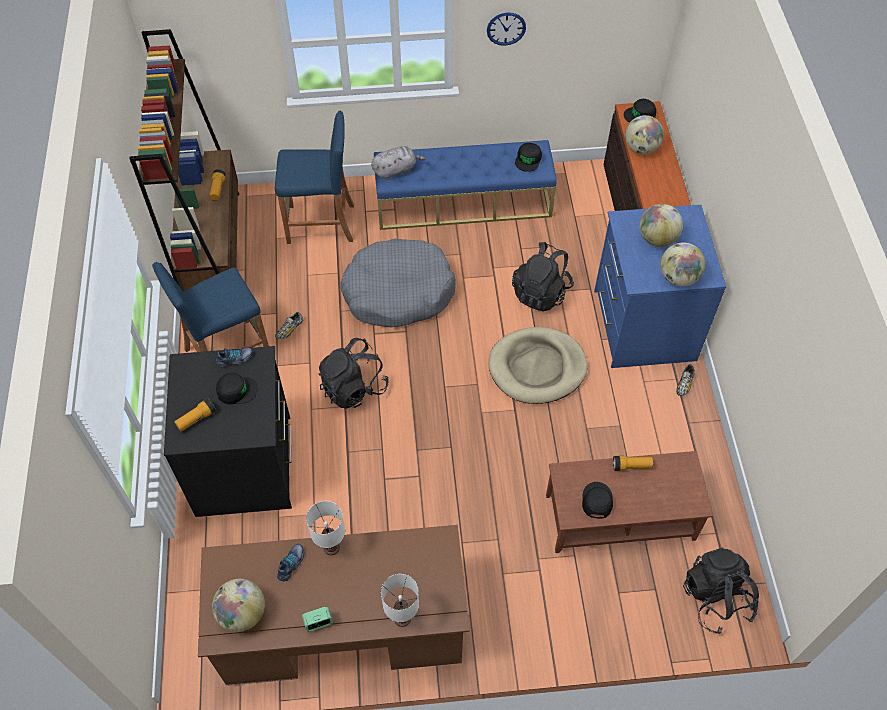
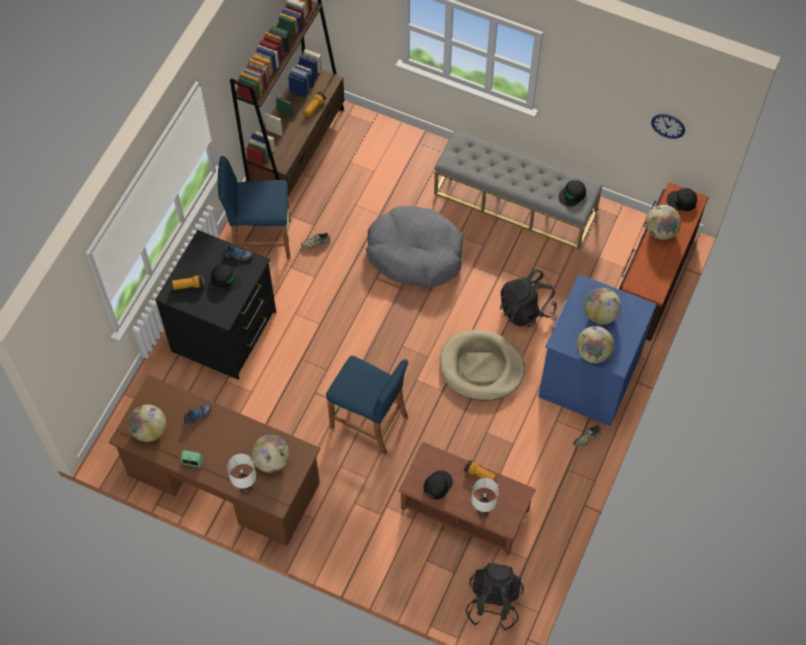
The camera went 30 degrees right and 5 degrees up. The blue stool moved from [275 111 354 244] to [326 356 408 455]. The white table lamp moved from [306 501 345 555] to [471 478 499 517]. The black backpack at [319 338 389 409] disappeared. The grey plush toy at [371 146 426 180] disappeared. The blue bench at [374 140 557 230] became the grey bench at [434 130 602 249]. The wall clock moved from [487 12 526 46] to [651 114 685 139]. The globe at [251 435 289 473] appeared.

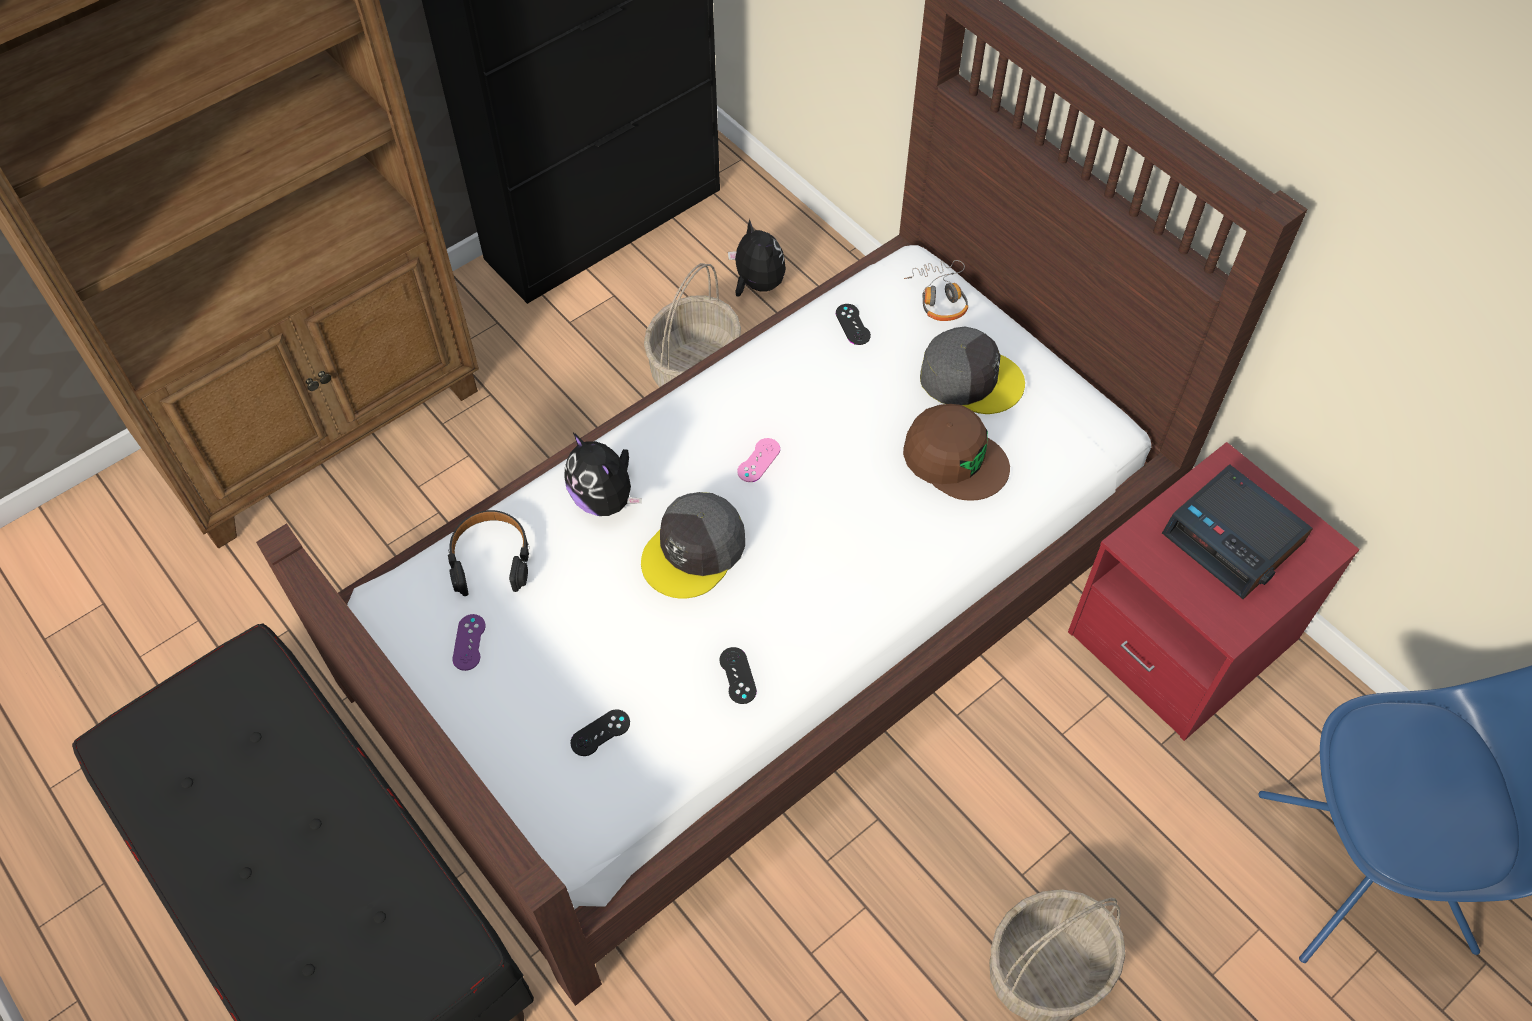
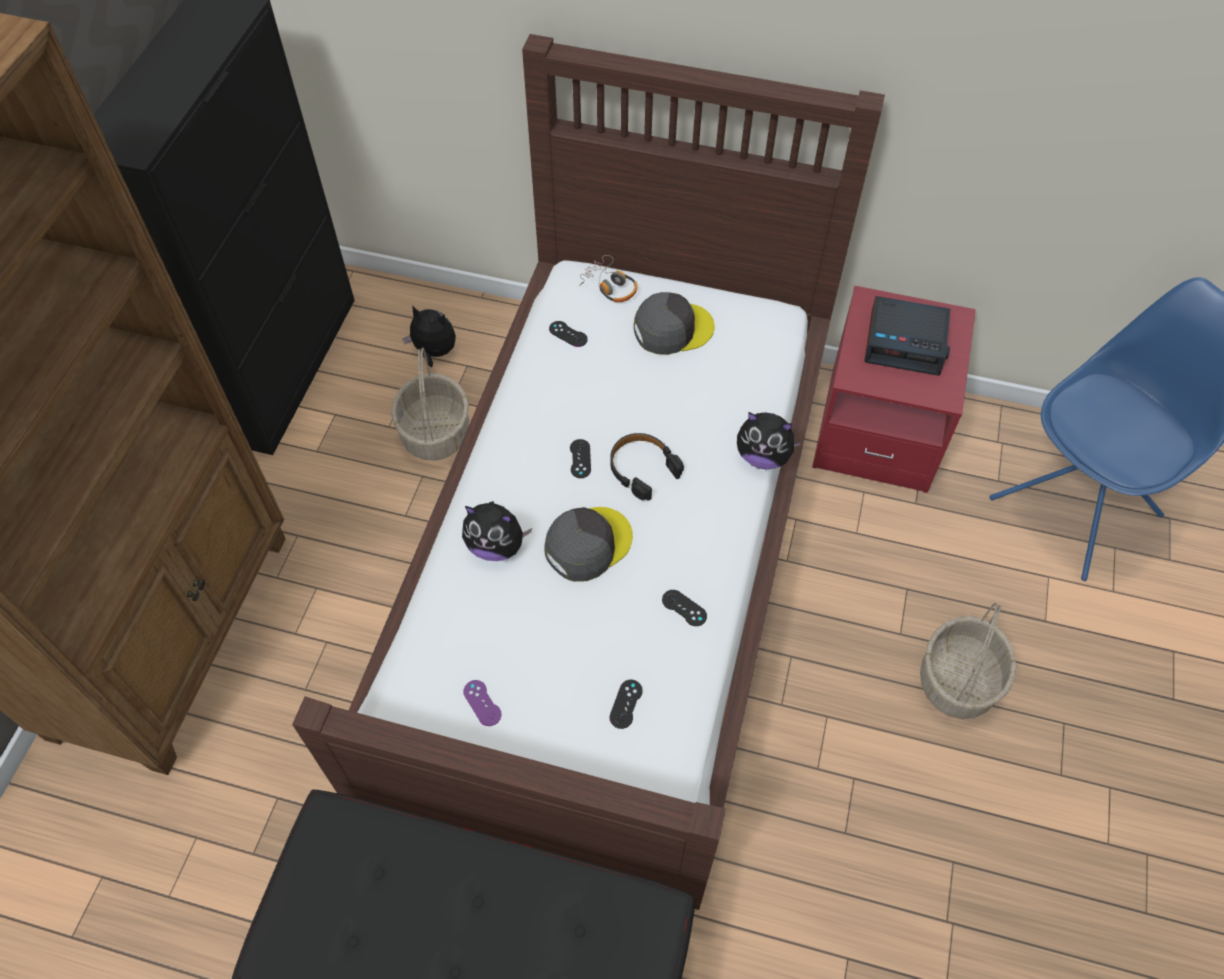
The camera went 35 degrees left and 0 degrees up. The black headphones moved from [448 510 529 596] to [610 433 684 501]. The grey cap at [641 492 745 599] turned 135 degrees counterclockwise. The pink game controller at [737 438 780 482] became the black game controller at [570 439 591 478]. The brown cap at [903 404 1010 501] disappeared. The plush toy at [737 412 802 470] appeared.

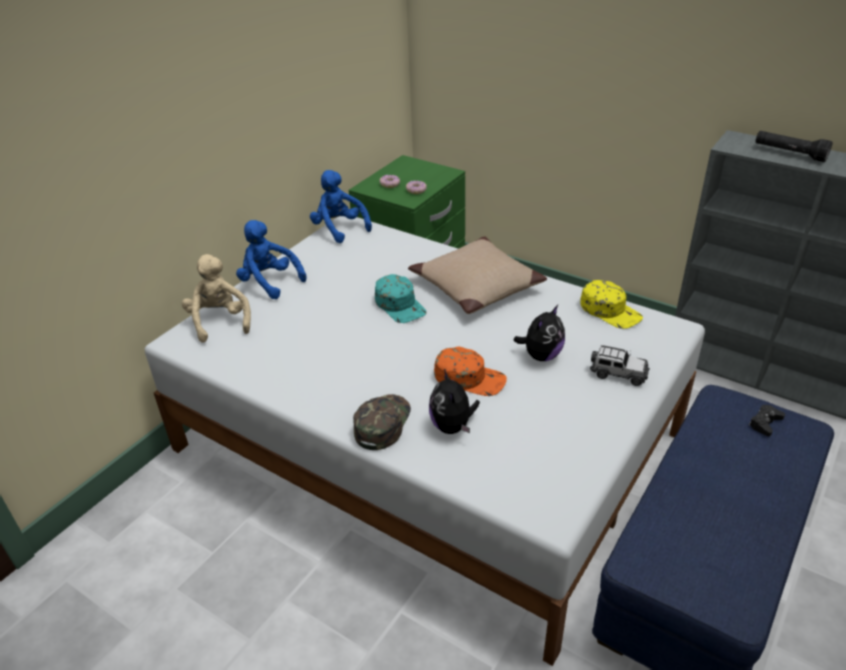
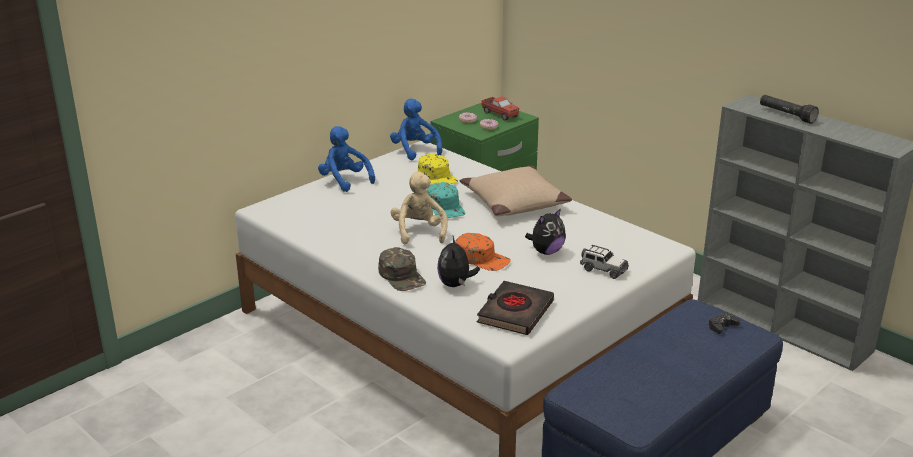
The camera went 10 degrees right and 10 degrees down. The beige plush toy moved from [182 254 251 343] to [391 172 448 244]. The green cap at [353 394 411 450] turned 120 degrees clockwise. The yellow cap moved from [580 280 643 329] to [418 153 458 184]. The black book at [477 281 554 335] appeared. The toy truck at [482 96 519 121] appeared.

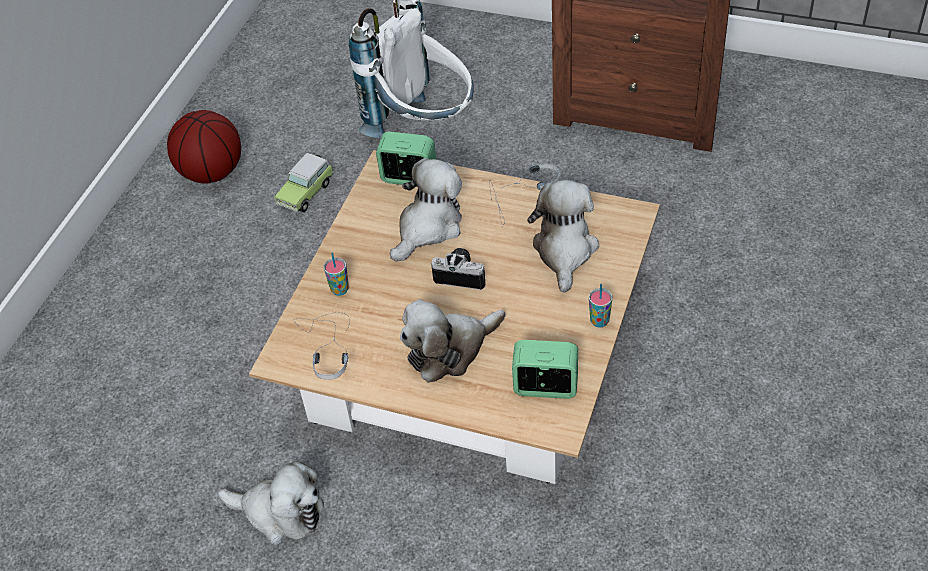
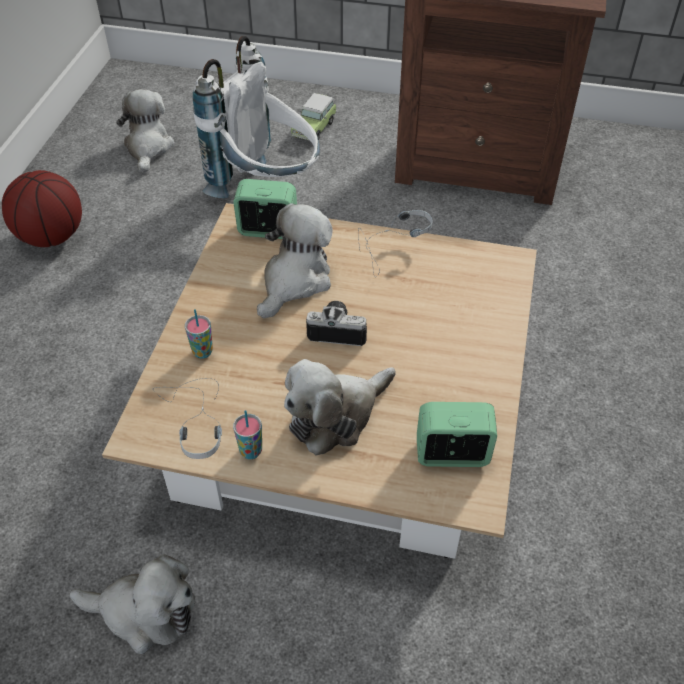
The camera went 10 degrees left and 0 degrees up. The toy car moved from [274 153 334 212] to [291 93 337 141]. The plush toy moved from [527 180 599 293] to [116 89 175 173]. The cup moved from [589 284 612 328] to [233 410 262 459].

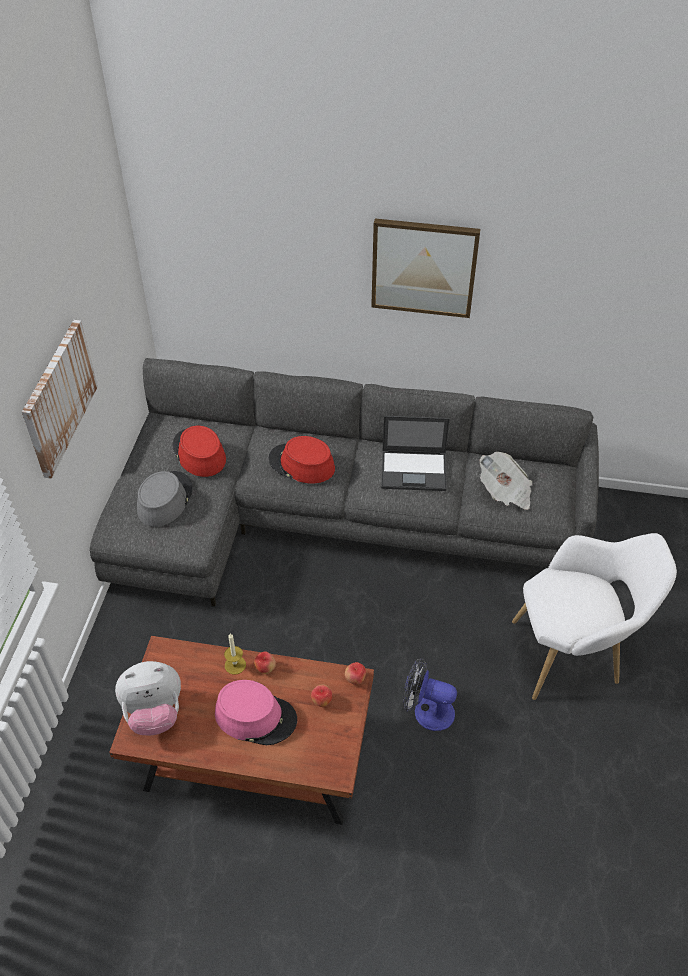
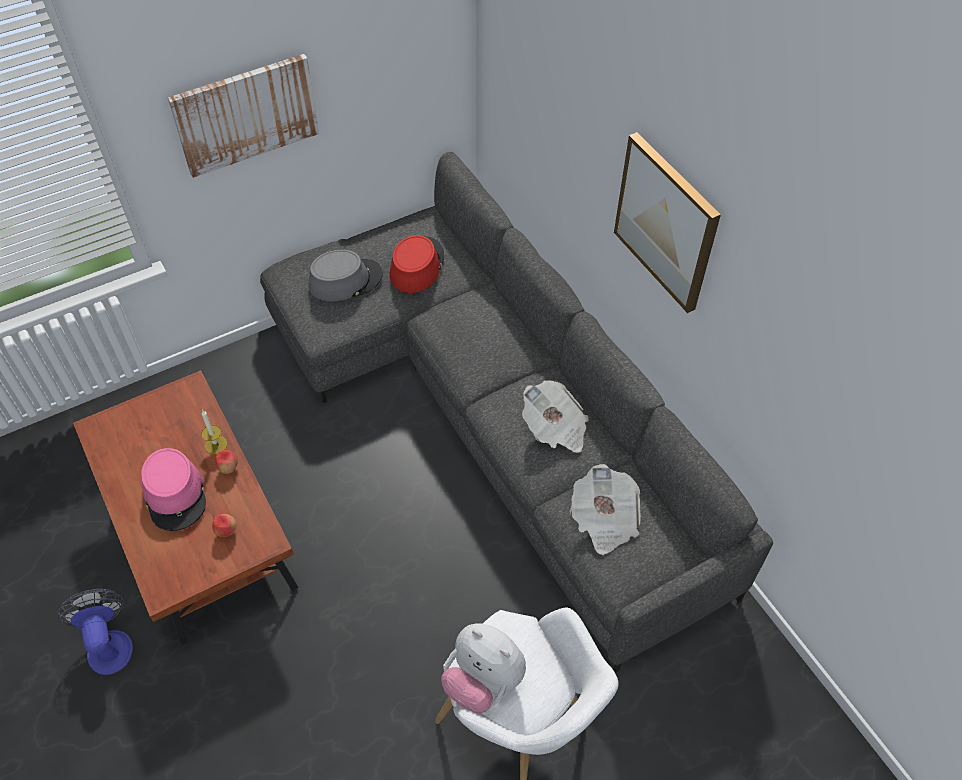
The camera went 50 degrees right and 5 degrees up. The plush toy moved from [115 661 181 735] to [441 623 526 714]. The red hat at [269 436 335 483] disappeared. The apple at [345 662 366 685] disappeared. The laptop at [381 416 450 491] was replaced by the newspaper at [522 380 589 453]. The fan moved from [403 658 457 731] to [57 589 133 675].

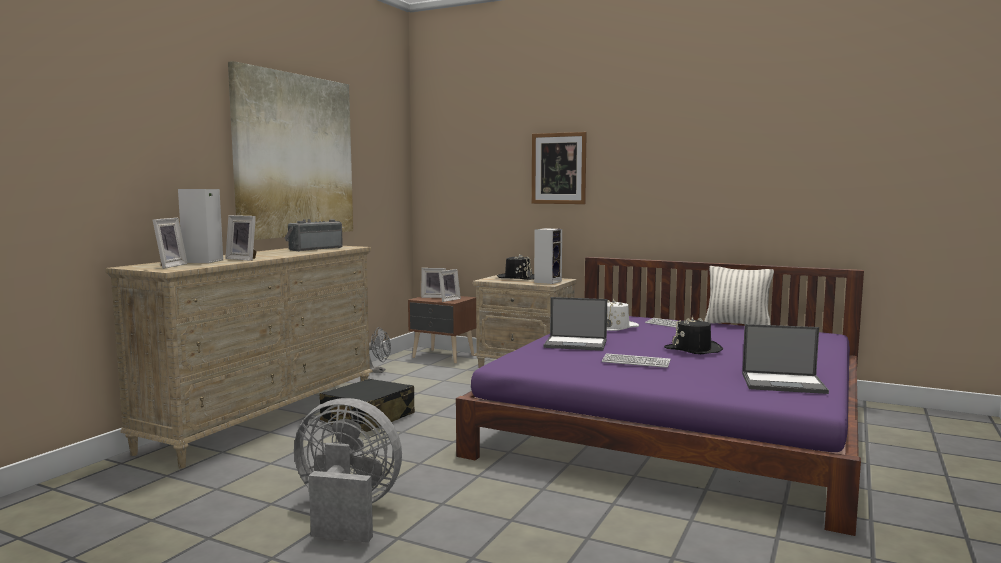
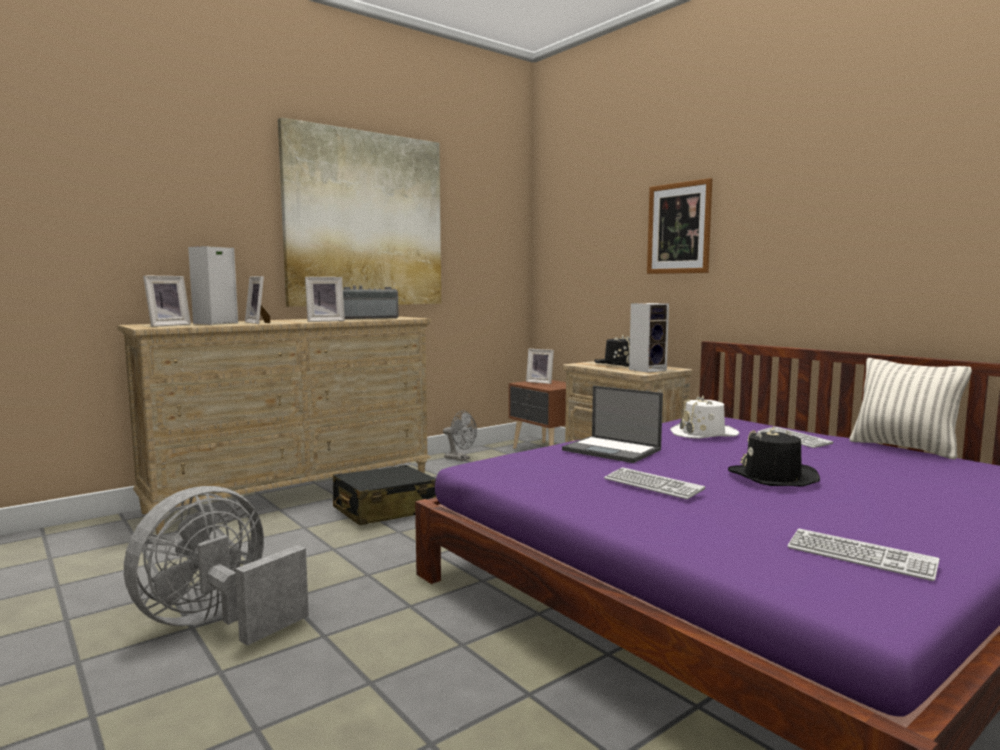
The camera went 25 degrees right and 0 degrees up. The grey fan at [294 398 402 543] turned 90 degrees counterclockwise. The picture frame moved from [439 269 461 302] to [305 277 345 322]. The laptop at [742 324 829 394] was replaced by the keyboard at [787 528 940 581].

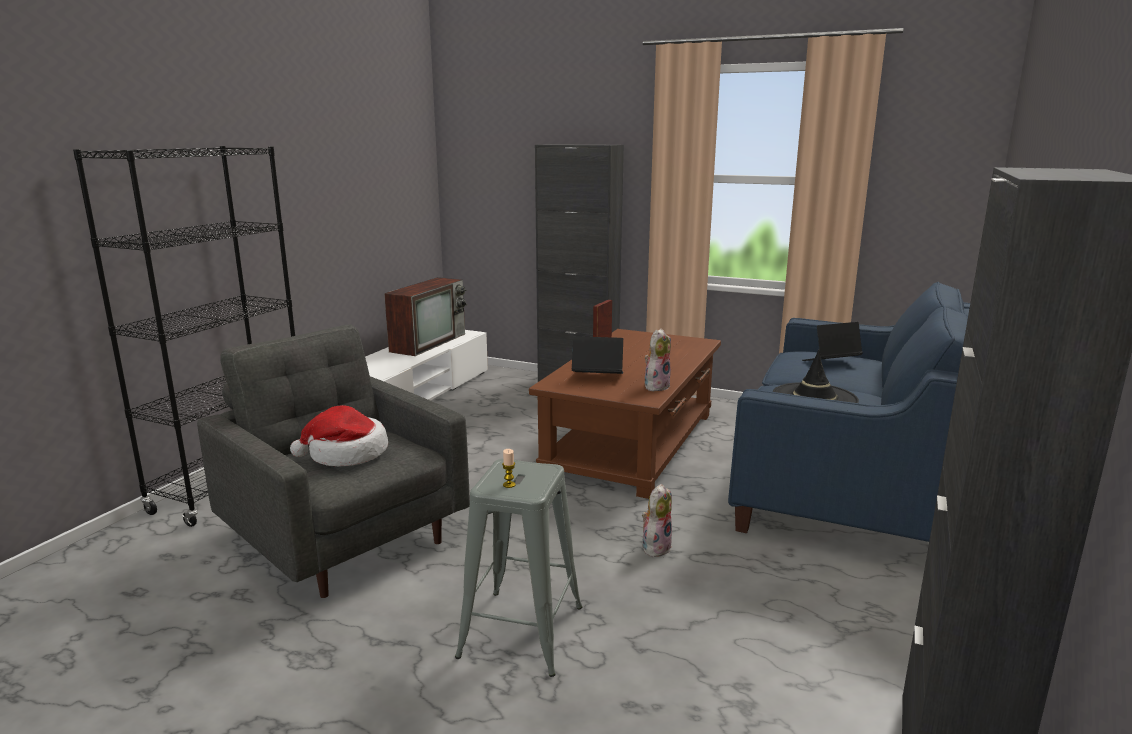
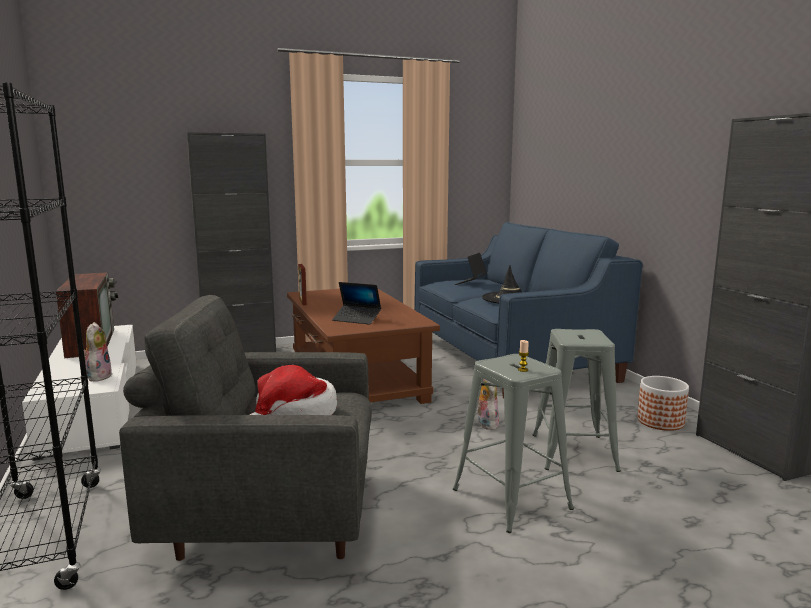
The camera went 45 degrees left and 5 degrees down. The laptop at [572 336 623 374] turned 120 degrees counterclockwise. The plush toy moved from [645 328 671 391] to [84 322 112 382]. The grey stool at [533 329 621 472] appeared. The planter at [637 376 689 431] appeared.

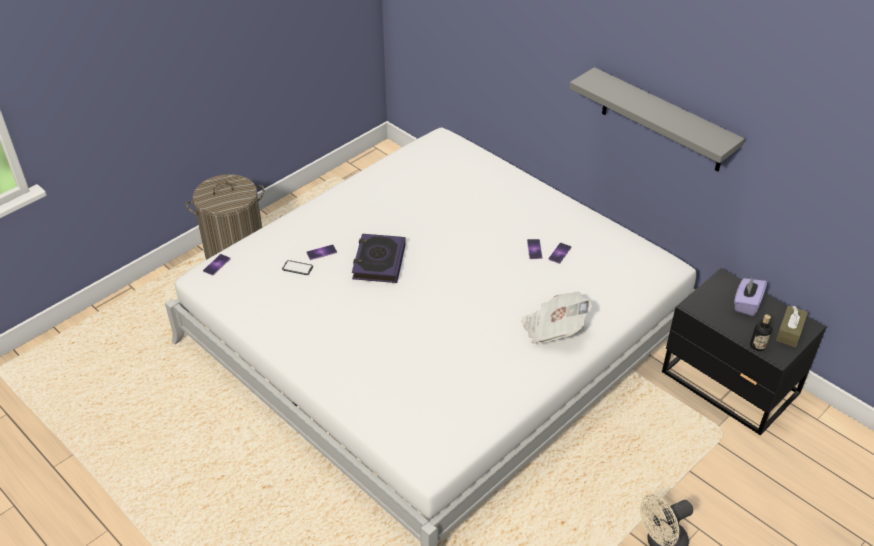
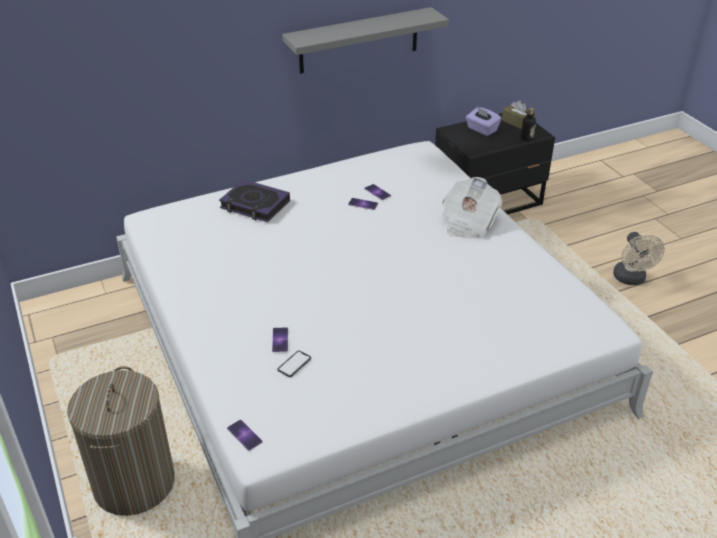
The camera went 70 degrees left and 5 degrees down. The book moved from [352 234 406 283] to [219 179 290 222].

